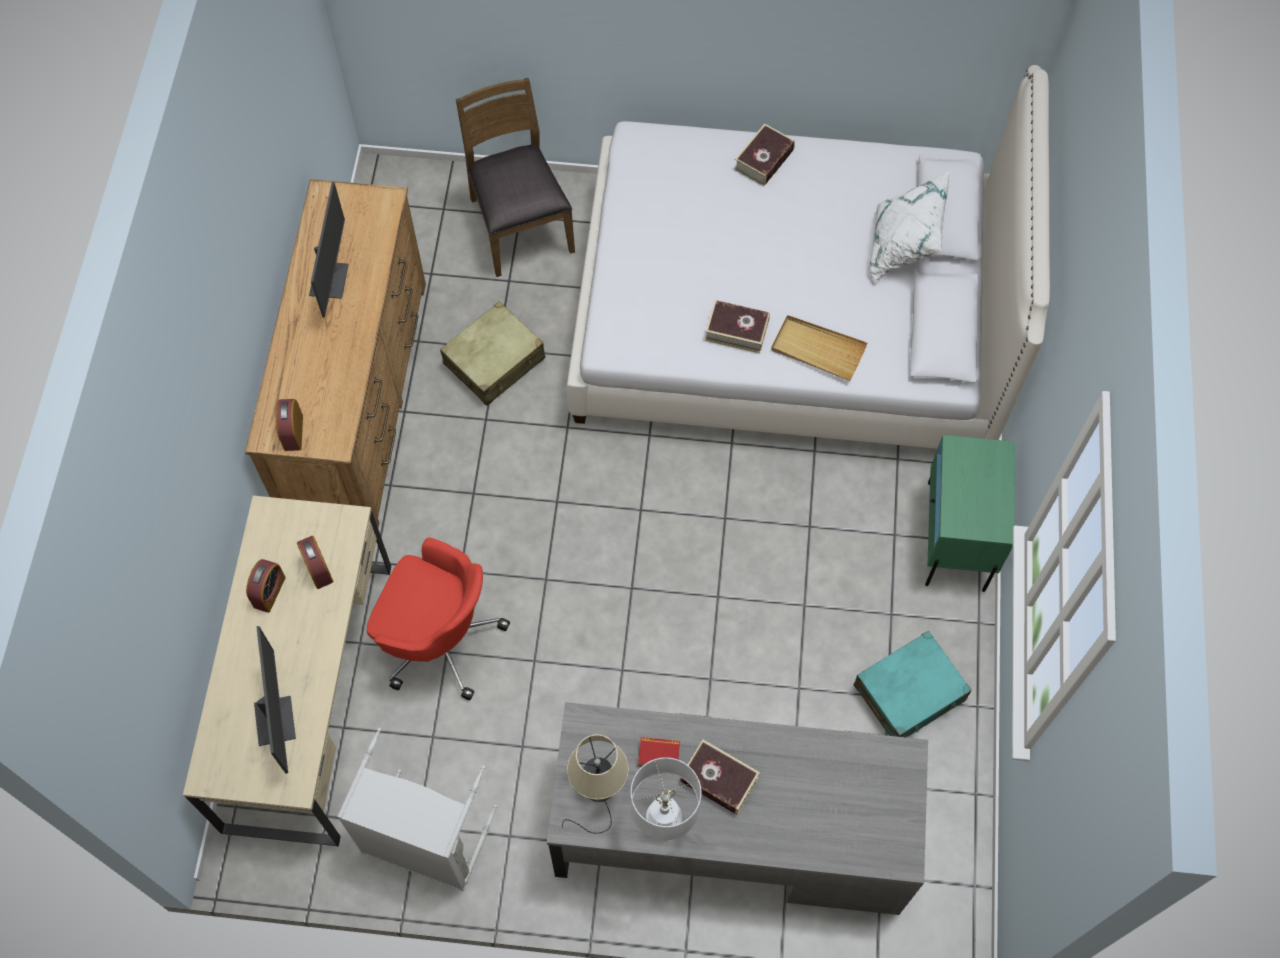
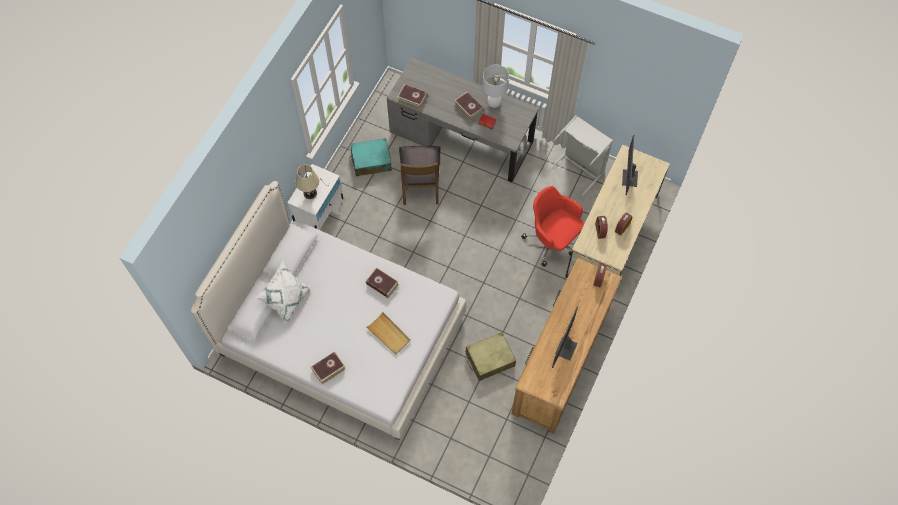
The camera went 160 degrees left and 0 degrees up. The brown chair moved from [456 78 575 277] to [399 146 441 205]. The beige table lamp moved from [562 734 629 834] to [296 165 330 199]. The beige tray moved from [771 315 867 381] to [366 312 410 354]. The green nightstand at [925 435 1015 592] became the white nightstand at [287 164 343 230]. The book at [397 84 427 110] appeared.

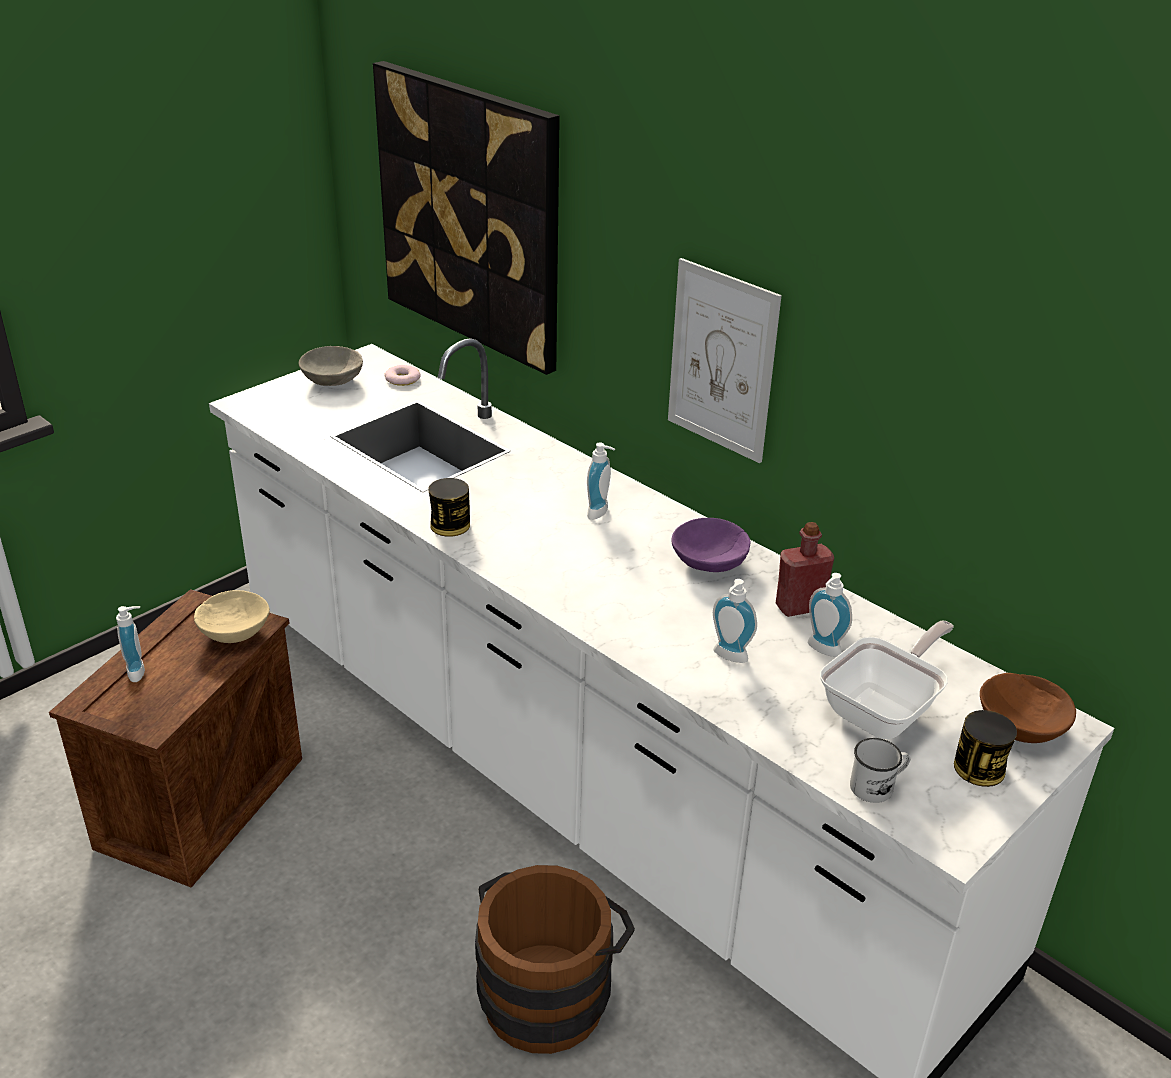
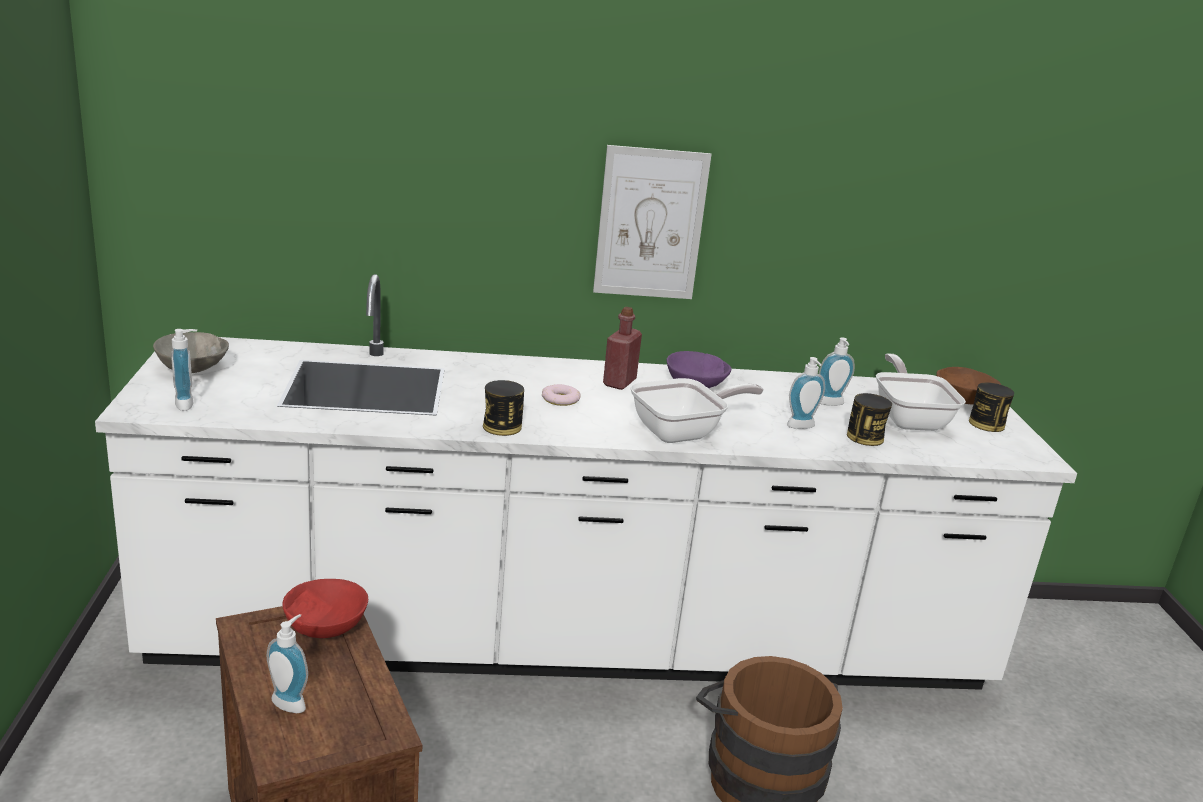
The camera went 50 degrees left and 10 degrees down. The beige bowl at [194 590 270 643] became the red bowl at [283 579 368 638]. The picture at [373 61 560 375] disappeared. The donut moved from [384 365 421 386] to [542 384 581 406]. The soap dispenser moved from [587 442 615 520] to [171 329 197 411]. The red bottle moved from [776 522 834 617] to [603 307 642 390]. The white mug at [850 738 910 803] disappeared. The frying pan at [630 378 764 443] appeared. The can at [847 393 892 446] appeared.

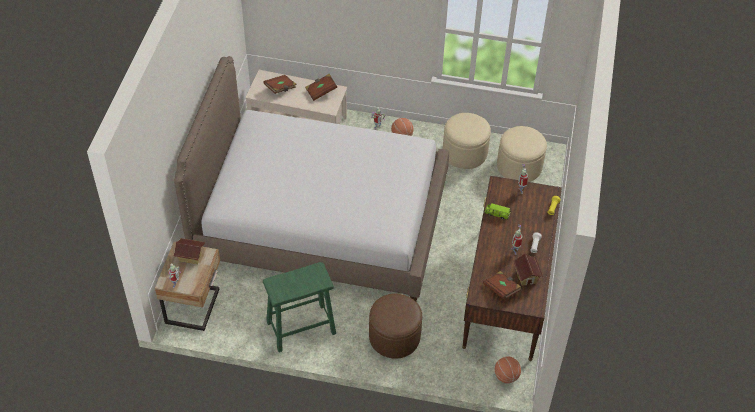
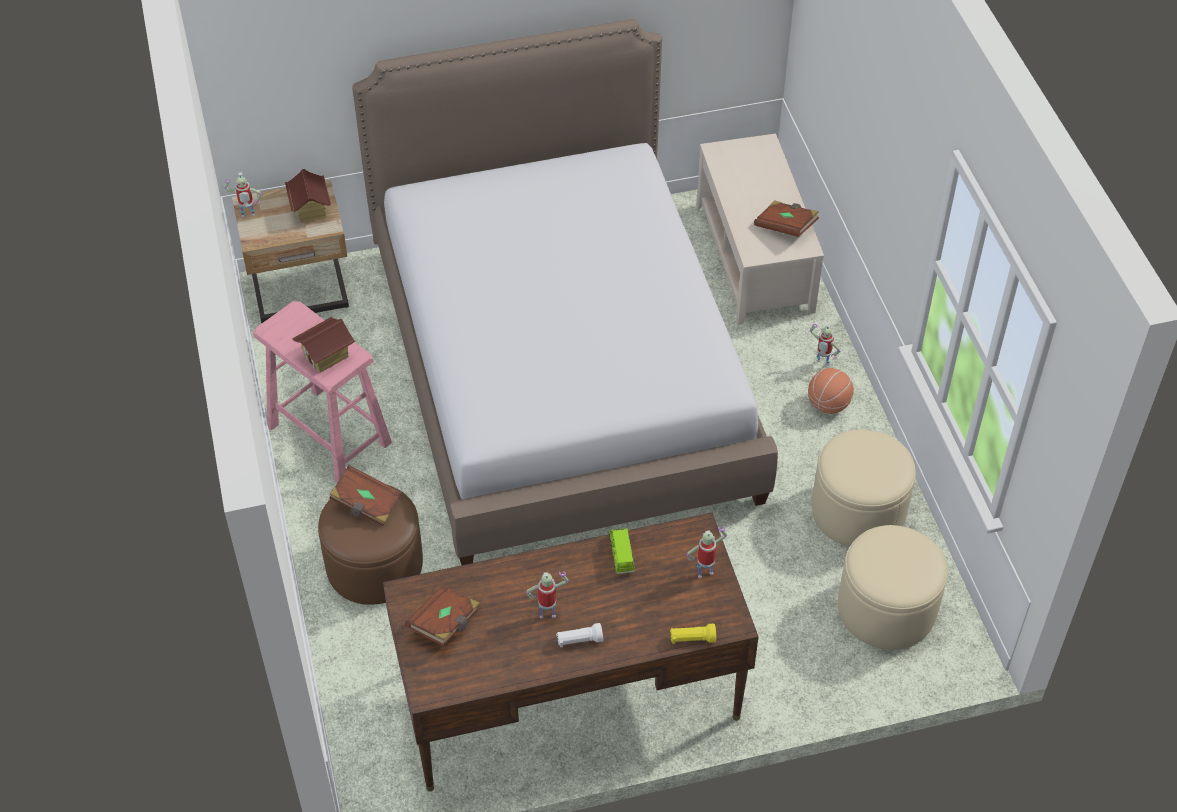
The camera went 65 degrees right and 0 degrees up. The brown book moved from [263 75 296 94] to [329 465 402 526]. The green stool at [263 262 336 352] became the pink stool at [253 301 392 483]. The basketball at [495 356 521 383] disappeared. The toy house moved from [513 254 543 286] to [292 317 356 373].

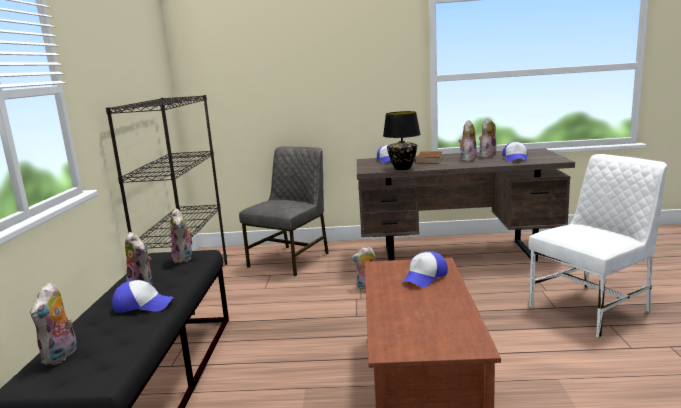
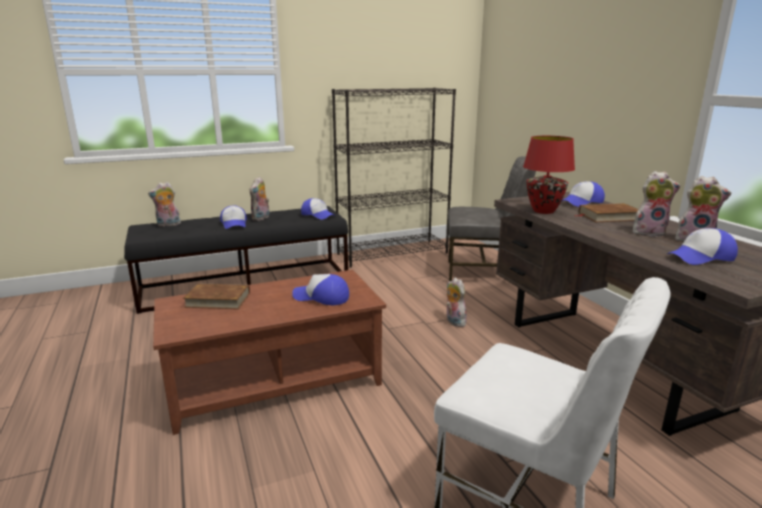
The camera went 65 degrees right and 5 degrees up. The plush toy at [170 208 193 263] was replaced by the cap at [301 198 335 219]. The black table lamp at [383 111 421 170] became the red table lamp at [523 136 575 214]. The brown book at [183 283 250 309] appeared.

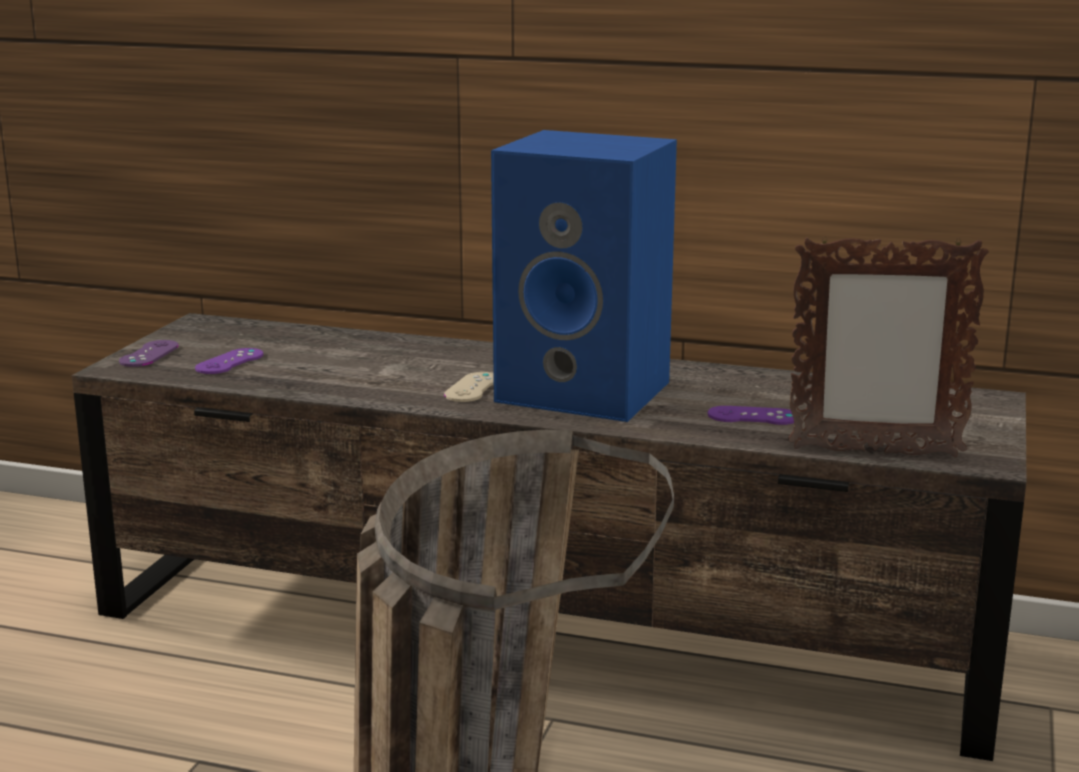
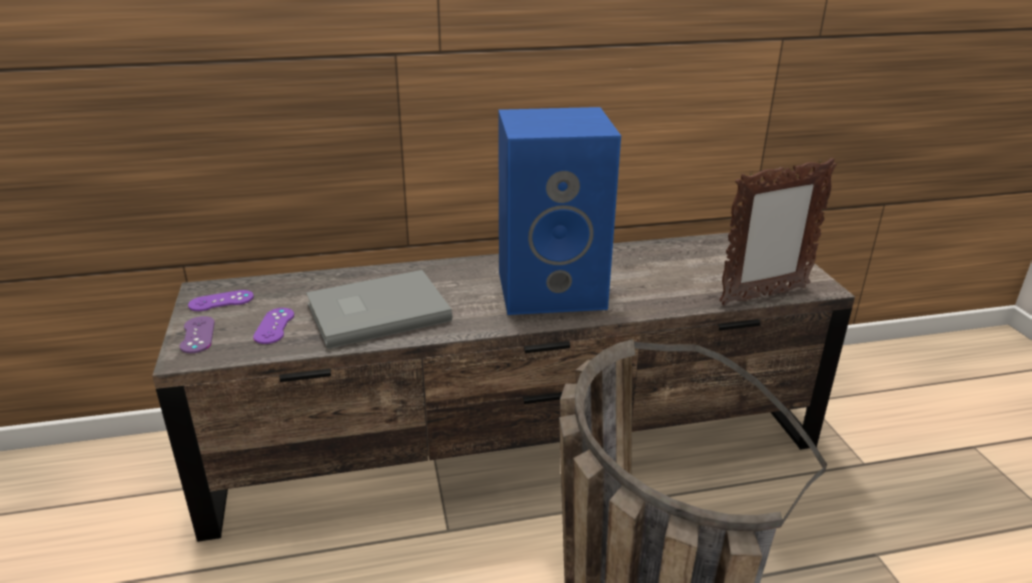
The camera went 30 degrees left and 10 degrees up. The beige game controller at [444 372 494 402] disappeared. The purple game controller moved from [708 406 794 425] to [188 290 254 311]. The grey book at [306 270 452 349] appeared.

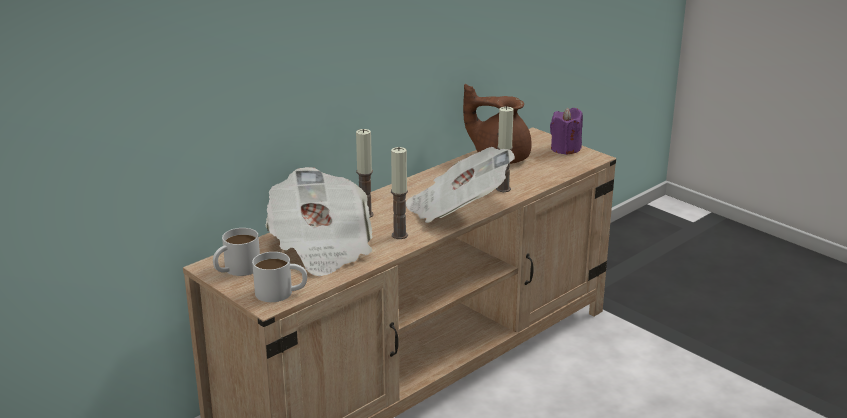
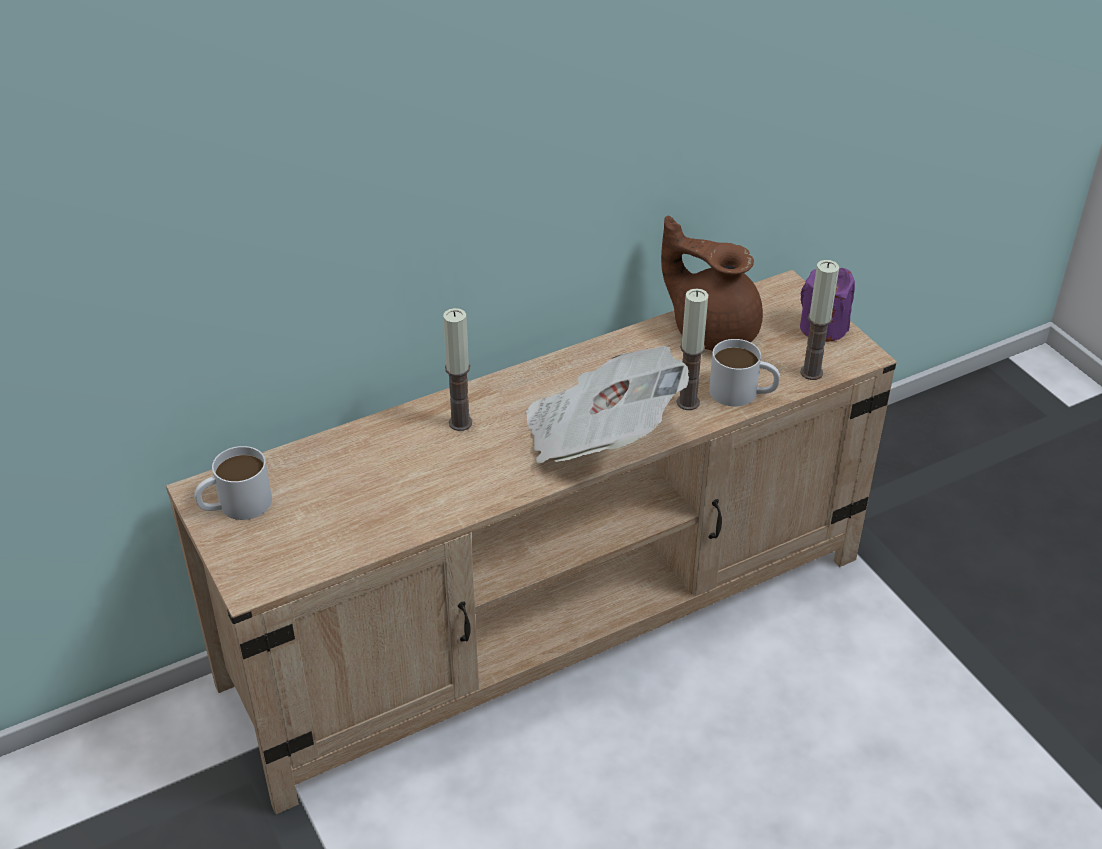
The camera went 15 degrees right and 15 degrees up. The white mug moved from [252 252 307 302] to [709 339 780 406]. The newspaper at [265 167 372 277] disappeared. The candle moved from [391 147 408 239] to [800 260 839 380].

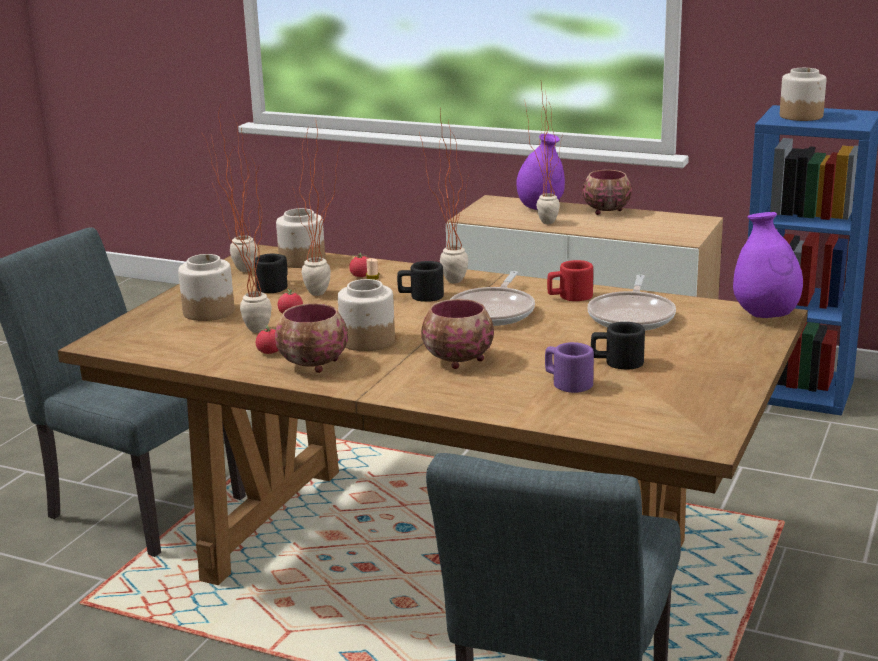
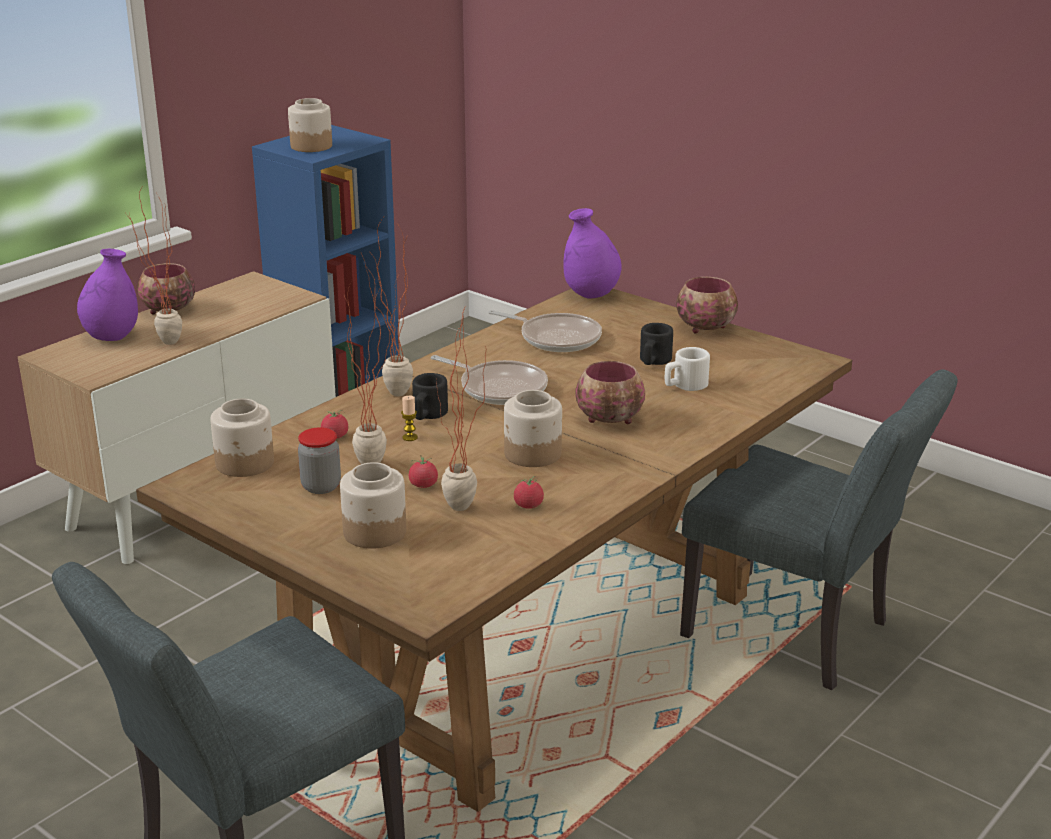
The camera went 75 degrees left and 5 degrees up. The potted plant at [201 105 257 272] disappeared. The black mug at [254 254 288 293] was replaced by the jar at [298 427 341 494]. The bowl moved from [275 303 348 373] to [676 277 738 334]. The purple mug at [545 342 594 393] became the white mug at [665 347 710 391]. The red mug at [547 260 593 301] disappeared.

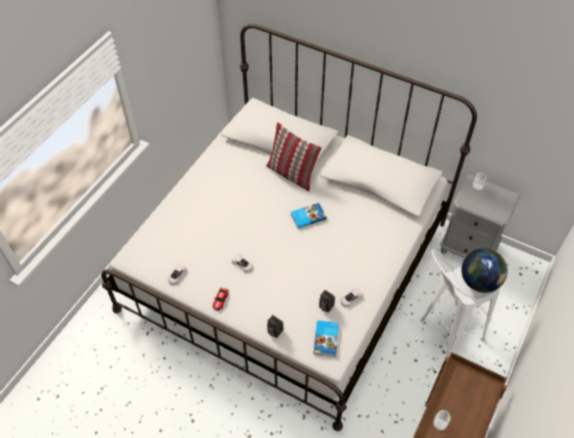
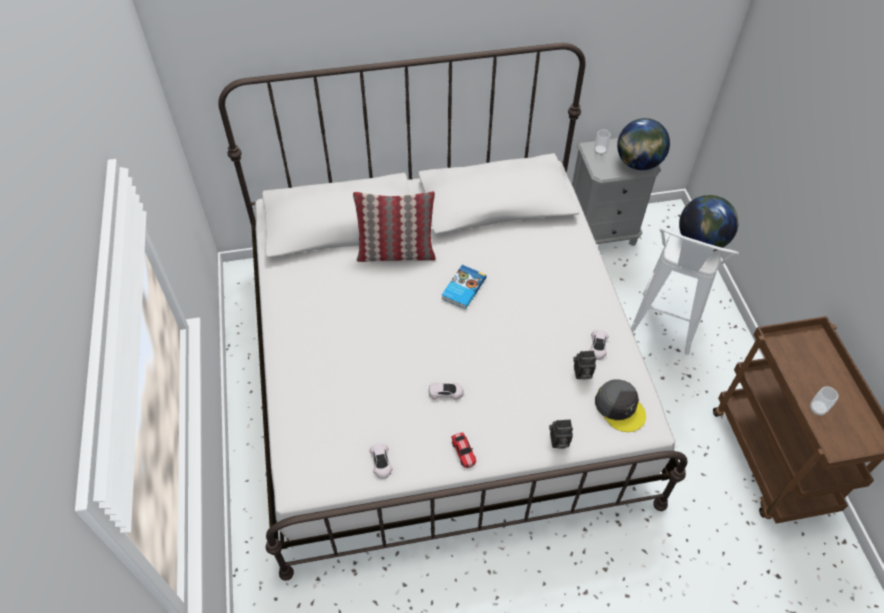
The camera went 40 degrees left and 0 degrees up. The book at [314 321 339 357] was replaced by the grey cap at [595 380 646 432]. The globe at [617 118 670 170] appeared.

